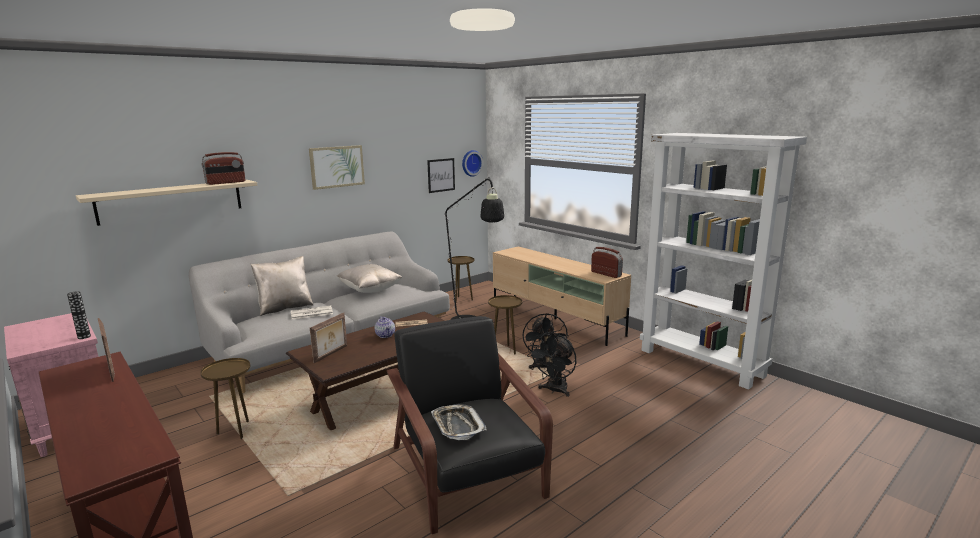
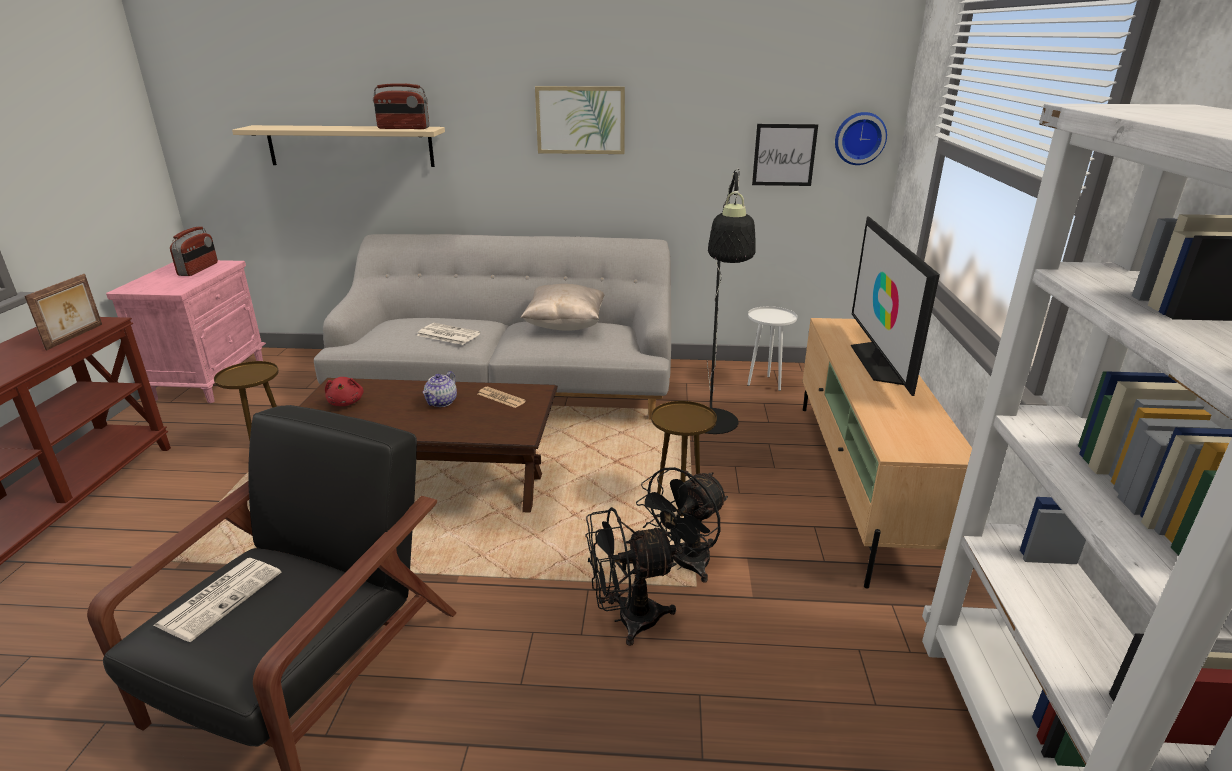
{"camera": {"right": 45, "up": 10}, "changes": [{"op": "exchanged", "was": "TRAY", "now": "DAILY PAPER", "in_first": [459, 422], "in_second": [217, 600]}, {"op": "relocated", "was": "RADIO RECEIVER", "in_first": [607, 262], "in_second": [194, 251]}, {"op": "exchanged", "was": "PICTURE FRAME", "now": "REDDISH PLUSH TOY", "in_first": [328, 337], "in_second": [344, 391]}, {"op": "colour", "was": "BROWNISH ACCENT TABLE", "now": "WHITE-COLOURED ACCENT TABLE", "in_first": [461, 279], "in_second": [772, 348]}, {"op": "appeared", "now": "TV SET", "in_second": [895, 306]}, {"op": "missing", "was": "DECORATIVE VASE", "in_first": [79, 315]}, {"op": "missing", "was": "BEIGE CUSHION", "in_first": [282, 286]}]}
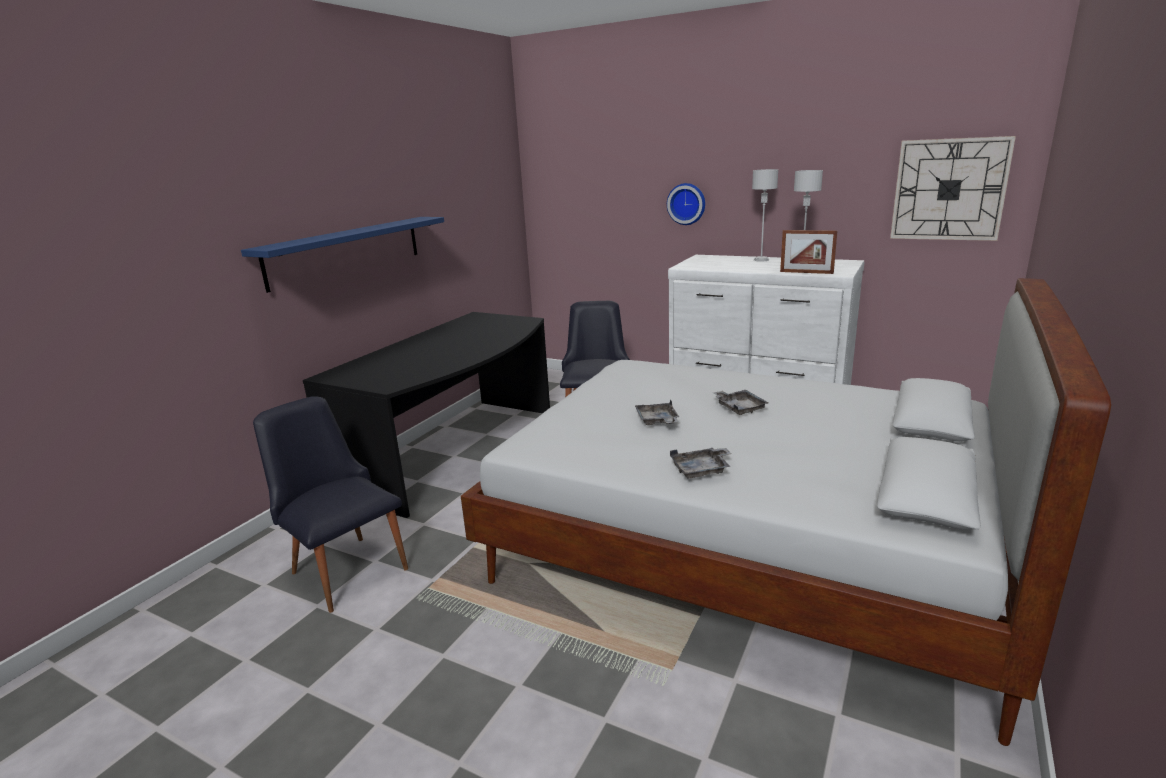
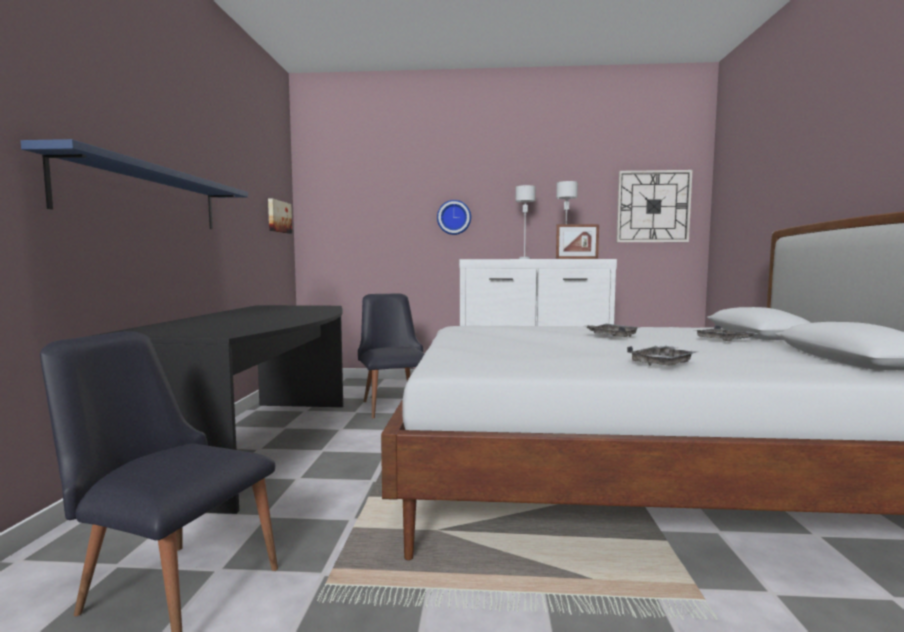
{"camera": {"right": -25, "up": -15}, "changes": [{"op": "appeared", "now": "WALL PICTURE", "in_second": [280, 216]}, {"op": "relocated", "was": "GRAY TRAY", "in_first": [657, 412], "in_second": [726, 333]}]}
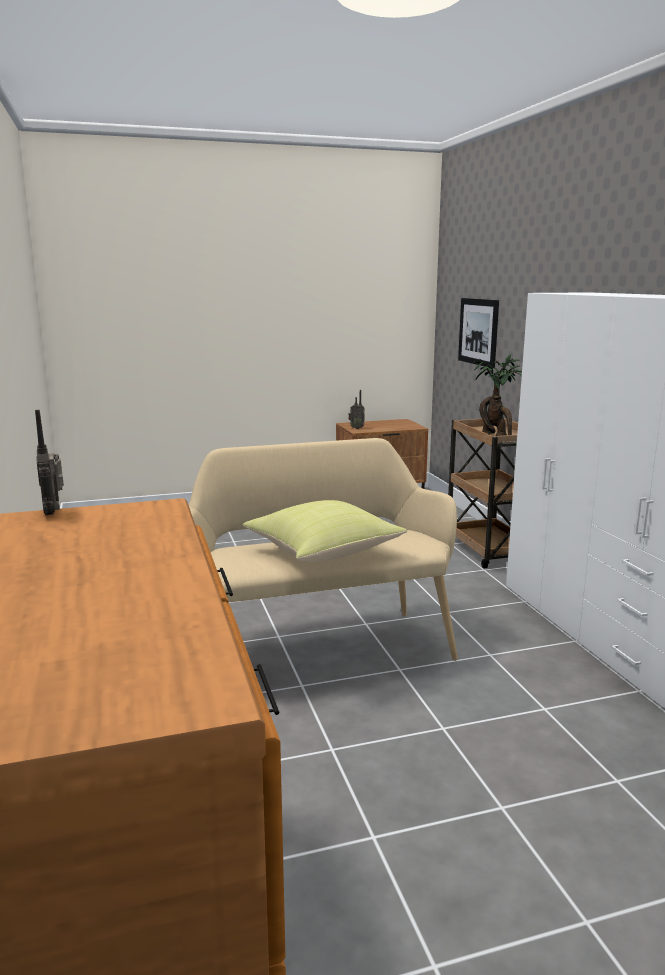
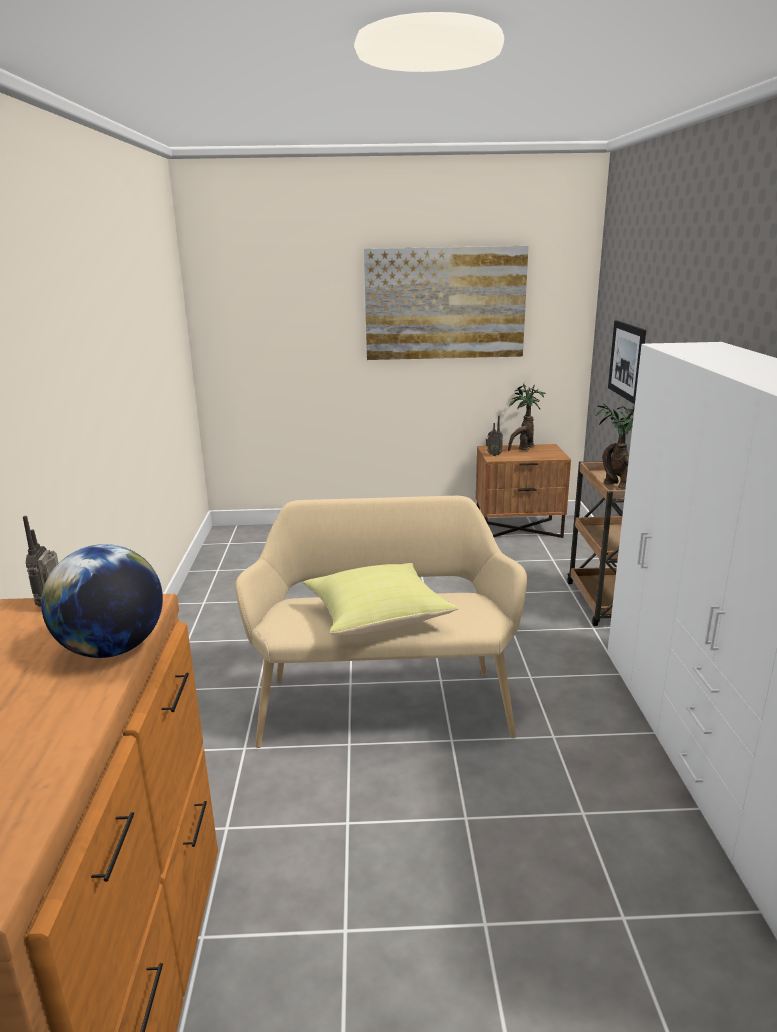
{"camera": {"right": 15, "up": 5}, "changes": [{"op": "appeared", "now": "DESK GLOBE", "in_second": [102, 601]}, {"op": "appeared", "now": "WALL PICTURE", "in_second": [446, 303]}, {"op": "appeared", "now": "HOUSEPLANT", "in_second": [527, 417]}]}
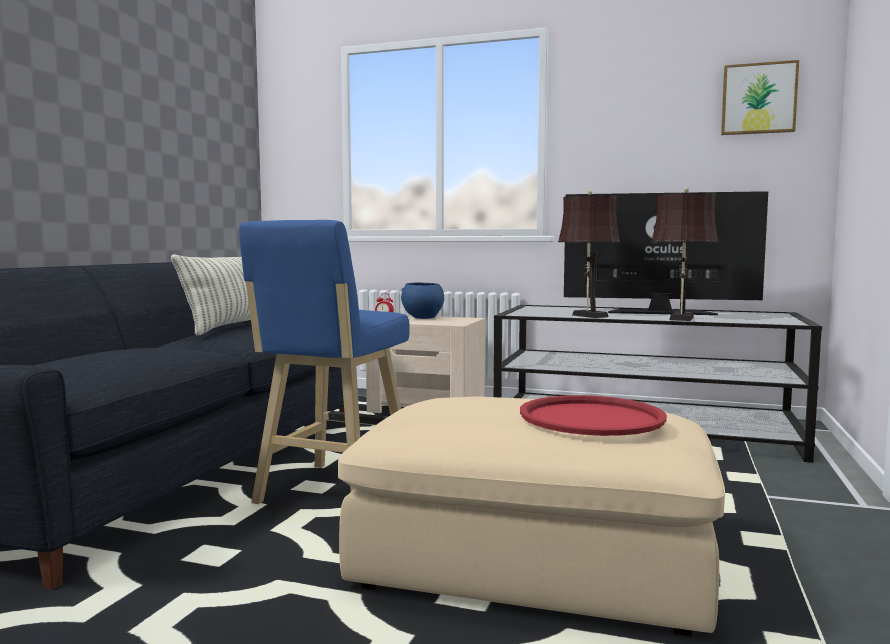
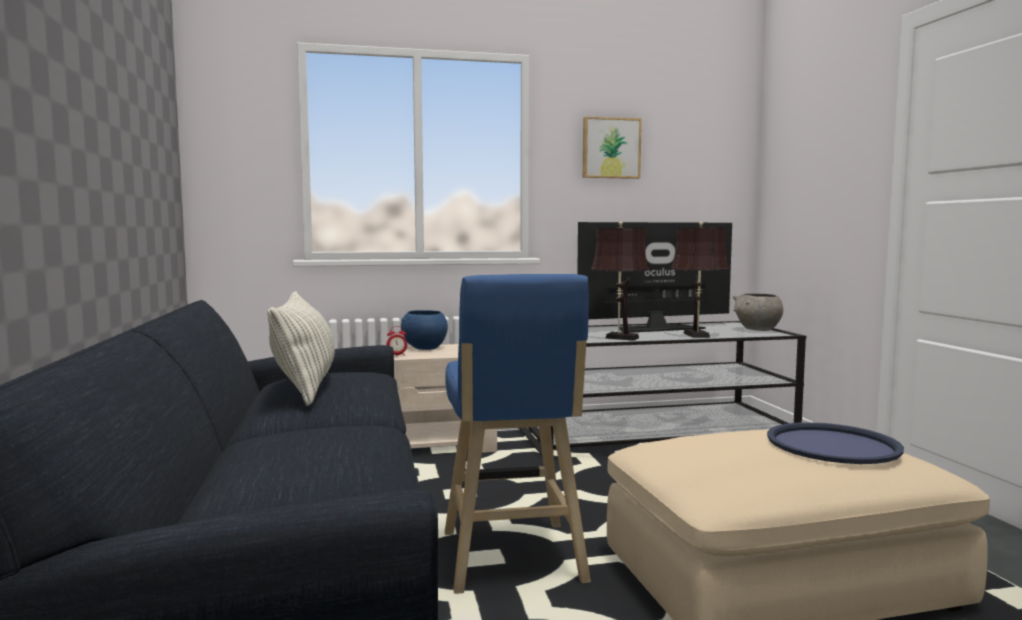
{"camera": {"right": -30, "up": 0}, "changes": [{"op": "relocated", "was": "WALL PICTURE", "in_first": [760, 97], "in_second": [612, 148]}, {"op": "appeared", "now": "GRAY SERVING BOWL", "in_second": [758, 312]}, {"op": "colour", "was": "REDDISH TRAY", "now": "BLUISH TRAY", "in_first": [593, 415], "in_second": [835, 443]}]}
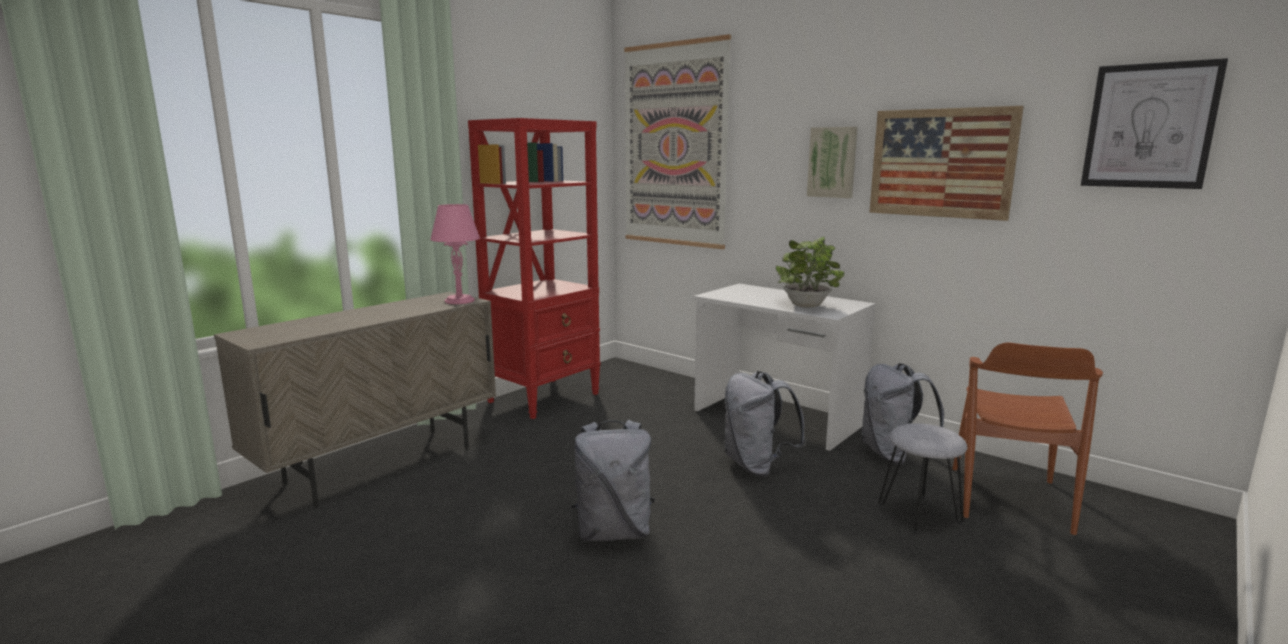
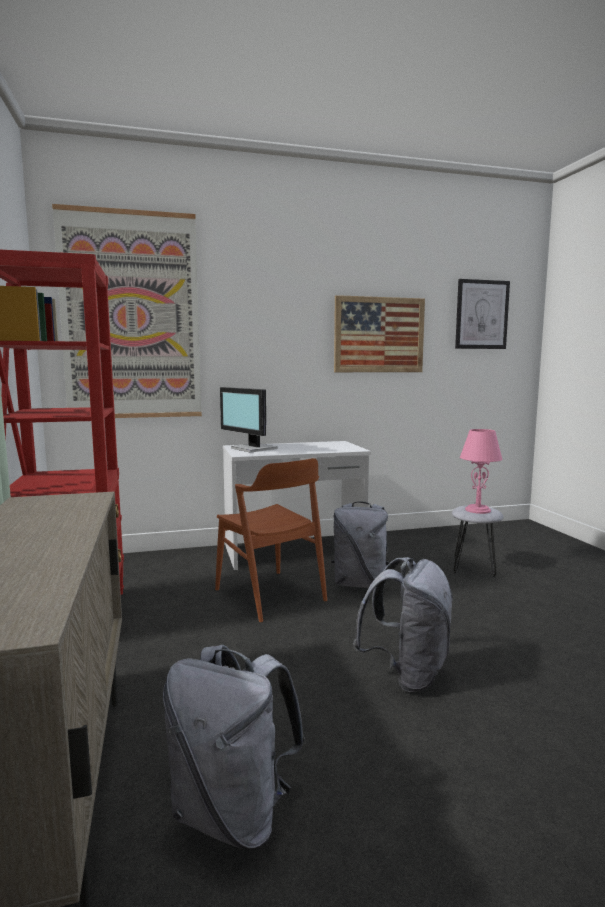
{"camera": {"right": -55, "up": -5}, "changes": [{"op": "relocated", "was": "GRAY RUCKSACK", "in_first": [902, 414], "in_second": [234, 747]}, {"op": "relocated", "was": "BROWNISH CHAIR", "in_first": [1027, 439], "in_second": [271, 540]}, {"op": "appeared", "now": "COMPUTER DISPLAY", "in_second": [249, 420]}, {"op": "relocated", "was": "PINKISH TABLE LAMP", "in_first": [455, 254], "in_second": [481, 471]}, {"op": "missing", "was": "HOUSEPLANT", "in_first": [810, 272]}, {"op": "missing", "was": "WALL PICTURE", "in_first": [832, 162]}]}
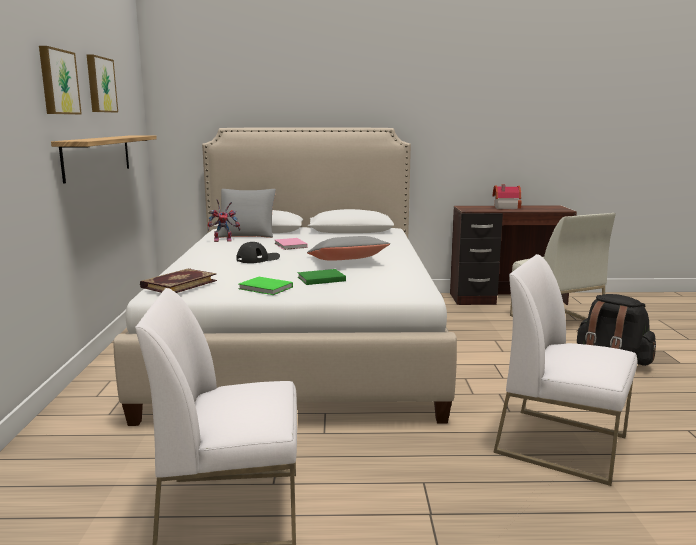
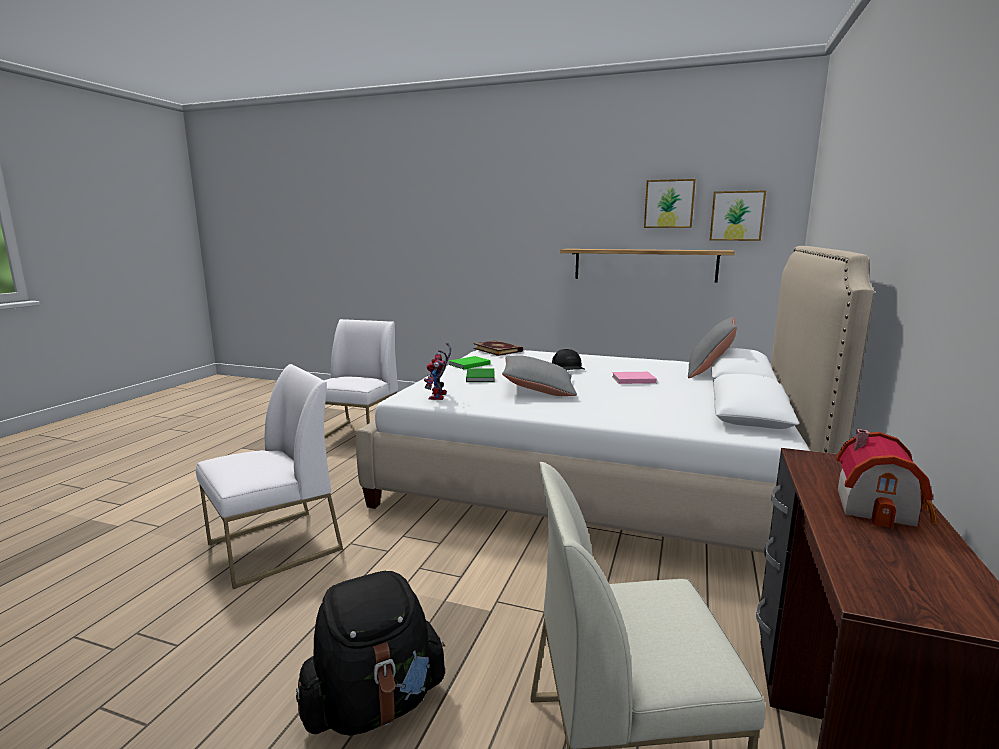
{"camera": {"right": 110, "up": 0}, "changes": [{"op": "relocated", "was": "ROBOT FIGURE", "in_first": [224, 220], "in_second": [437, 371]}, {"op": "relocated", "was": "WALL PICTURE", "in_first": [60, 80], "in_second": [738, 215]}]}
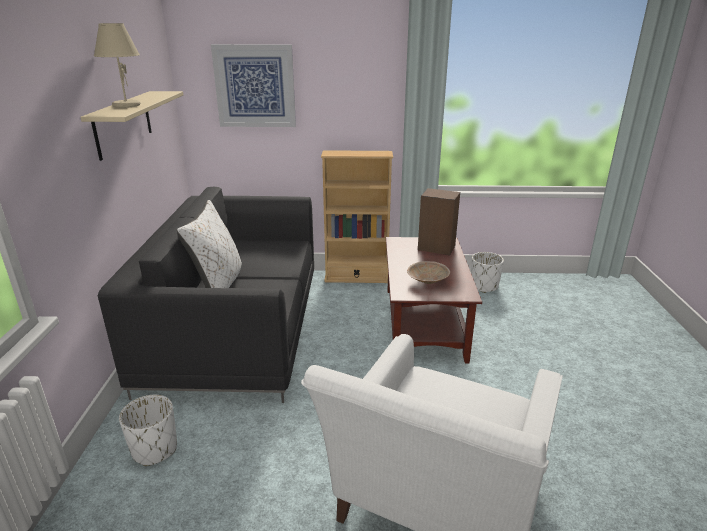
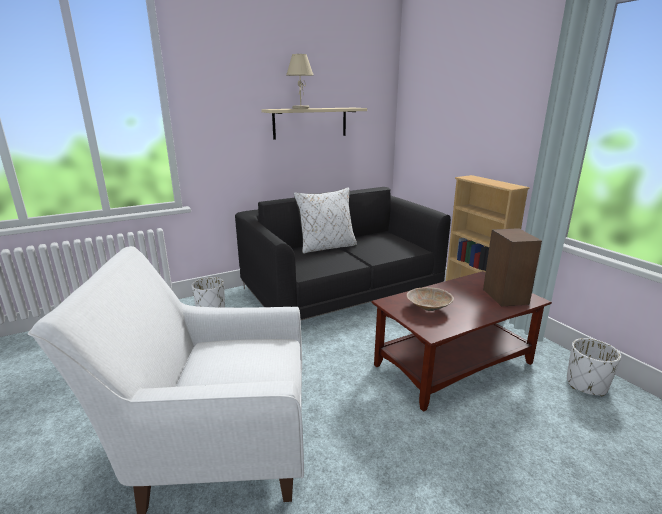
{"camera": {"right": 60, "up": -5}, "changes": [{"op": "missing", "was": "WALL PICTURE", "in_first": [253, 85]}]}
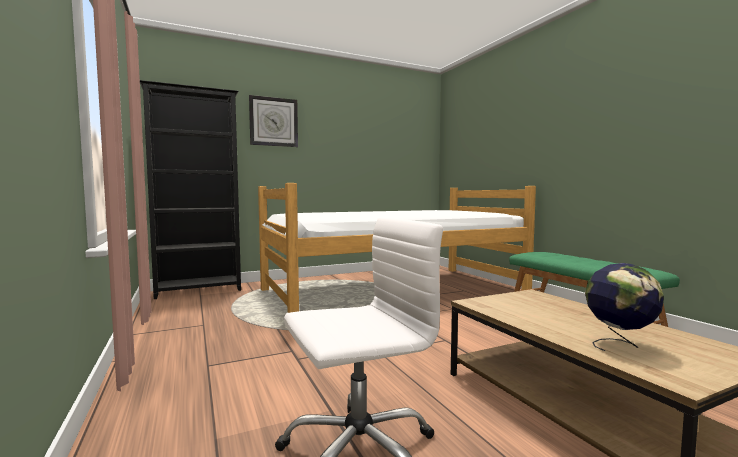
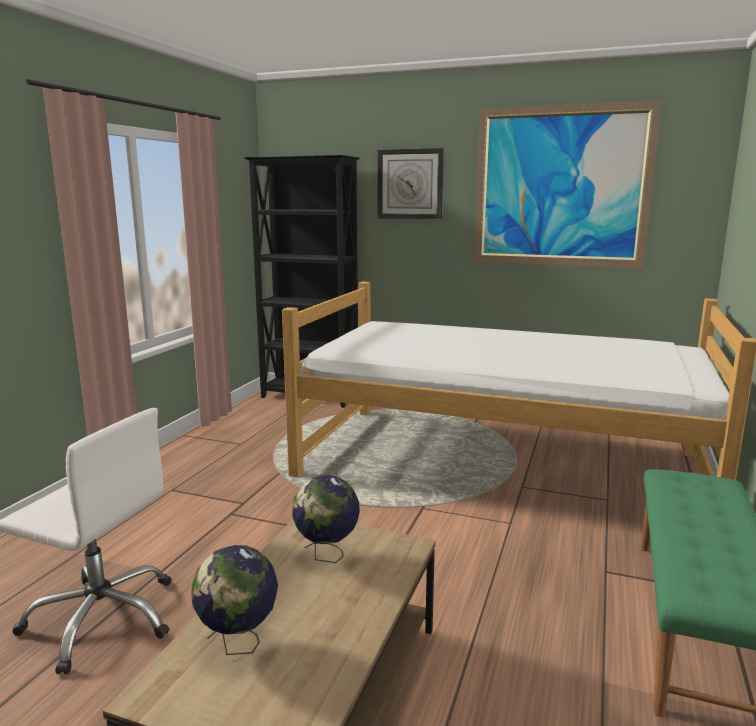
{"camera": {"right": 45, "up": 10}, "changes": [{"op": "appeared", "now": "DESK GLOBE", "in_second": [326, 519]}, {"op": "appeared", "now": "WALL PICTURE", "in_second": [568, 184]}]}
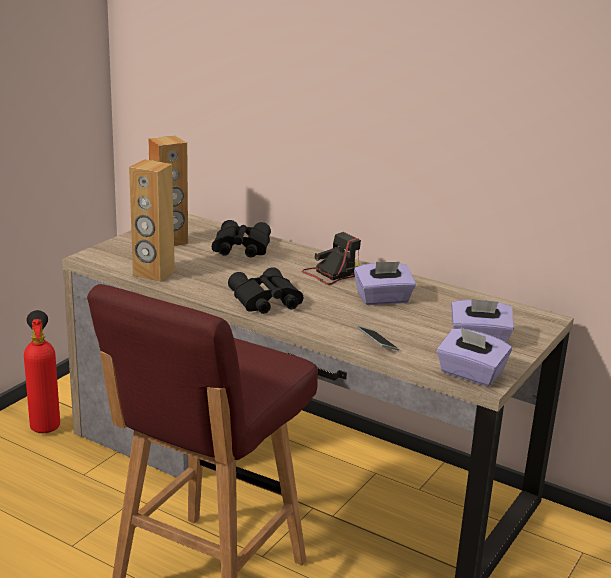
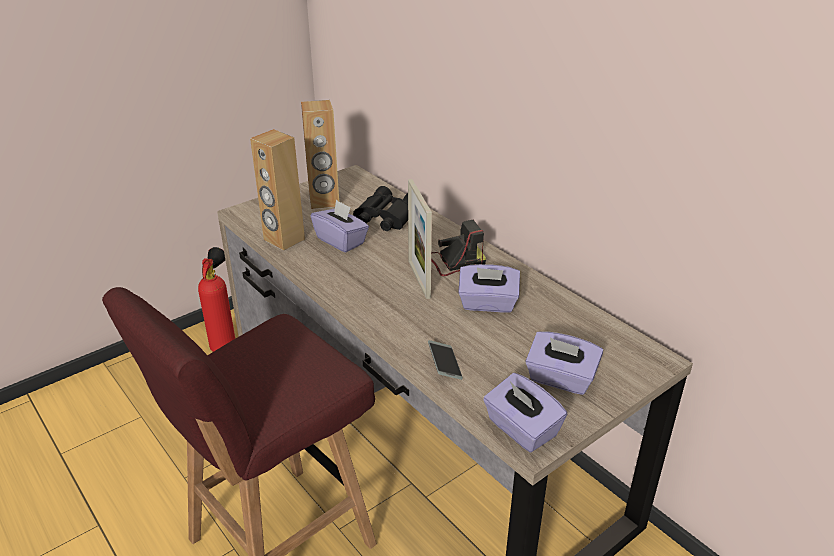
{"camera": {"right": 20, "up": 10}, "changes": [{"op": "appeared", "now": "PURPLE TISSUE BOX", "in_second": [340, 225]}, {"op": "appeared", "now": "PICTURE FRAME", "in_second": [420, 239]}, {"op": "missing", "was": "BLACKISH PAIR OF BINOCULARS", "in_first": [265, 290]}]}
